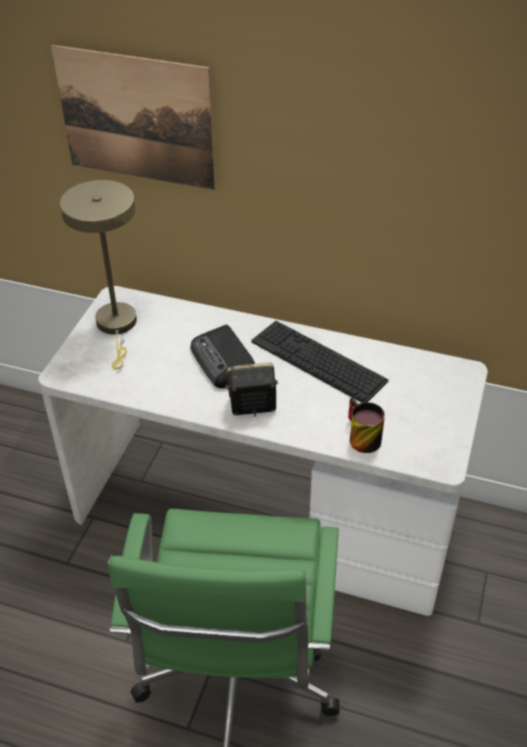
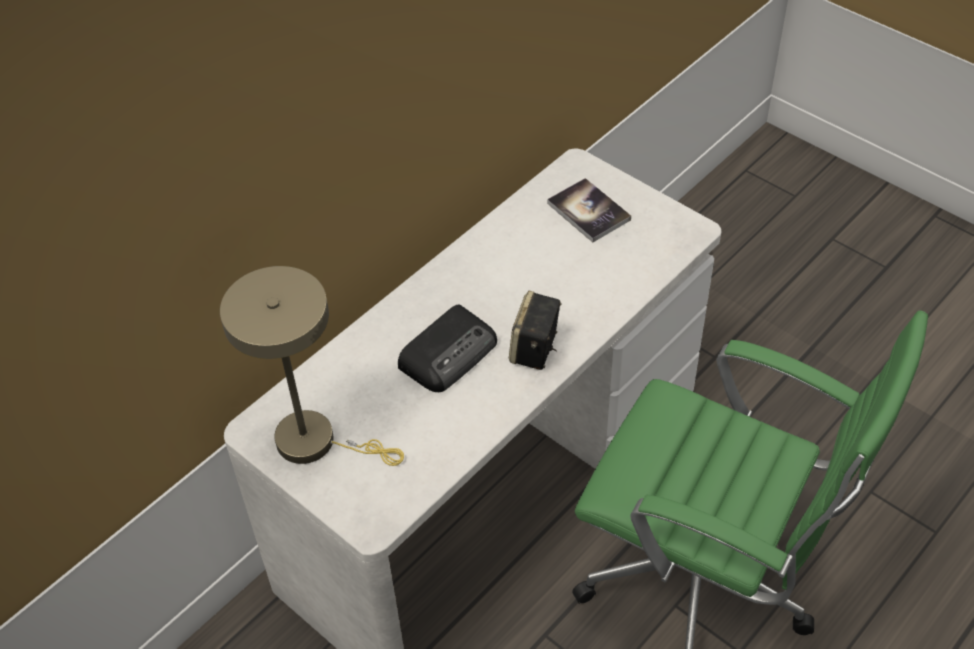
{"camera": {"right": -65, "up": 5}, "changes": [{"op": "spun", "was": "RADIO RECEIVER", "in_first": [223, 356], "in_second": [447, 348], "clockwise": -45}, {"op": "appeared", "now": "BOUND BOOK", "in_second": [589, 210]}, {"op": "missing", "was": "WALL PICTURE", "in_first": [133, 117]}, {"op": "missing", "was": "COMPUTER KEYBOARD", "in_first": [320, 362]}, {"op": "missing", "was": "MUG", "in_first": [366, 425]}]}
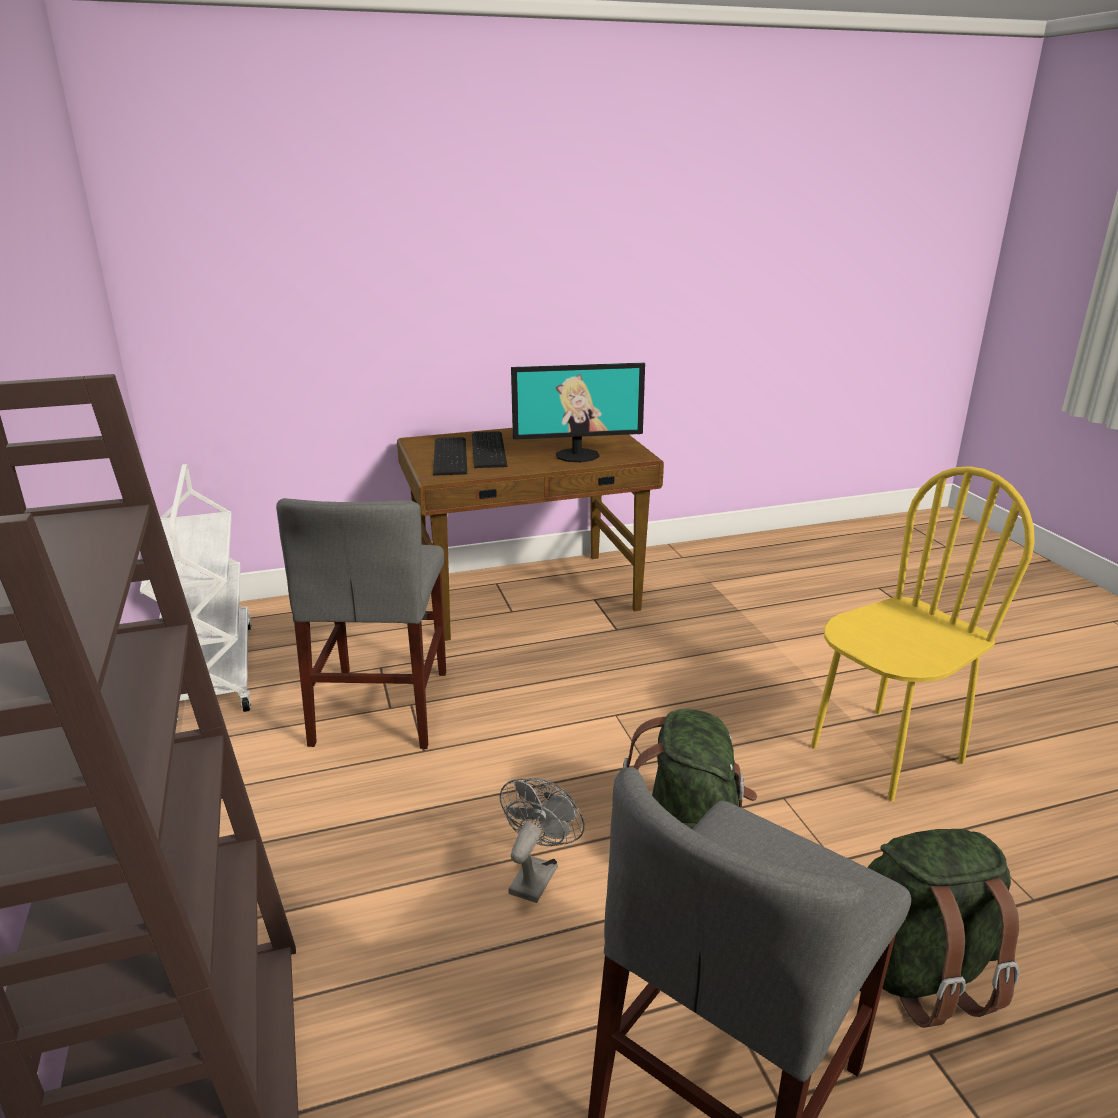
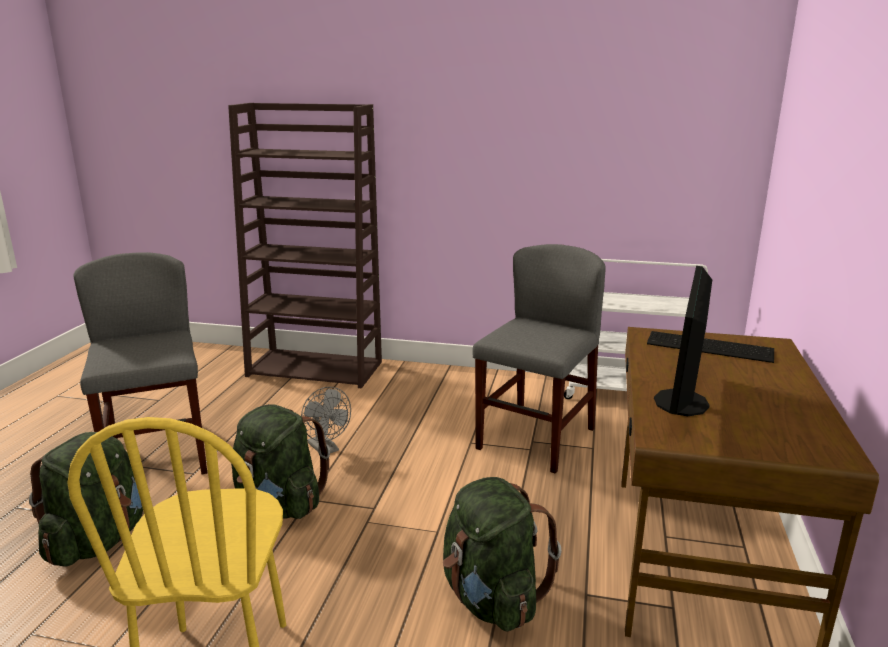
{"camera": {"right": 120, "up": -5}, "changes": [{"op": "appeared", "now": "GREENISH RUCKSACK", "in_second": [502, 554]}, {"op": "spun", "was": "GRAY CHAIR", "in_first": [361, 623], "in_second": [539, 359], "clockwise": 90}, {"op": "missing", "was": "COMPUTER KEYBOARD", "in_first": [489, 449]}]}
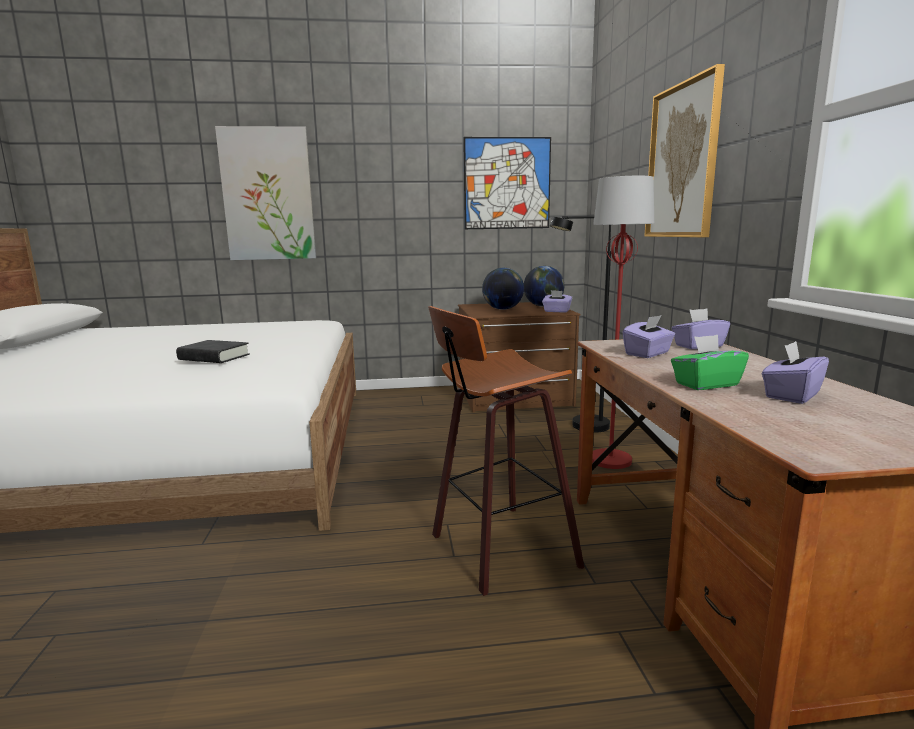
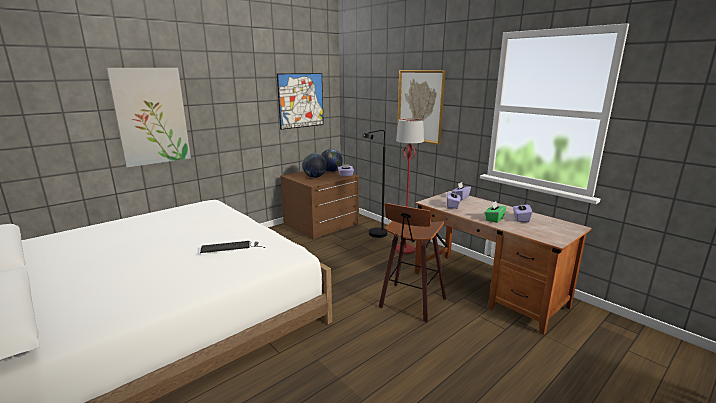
{"camera": {"right": -35, "up": 5}, "changes": [{"op": "exchanged", "was": "BLACKISH BOUND BOOK", "now": "COMPUTER KEYBOARD", "in_first": [213, 351], "in_second": [232, 247]}]}
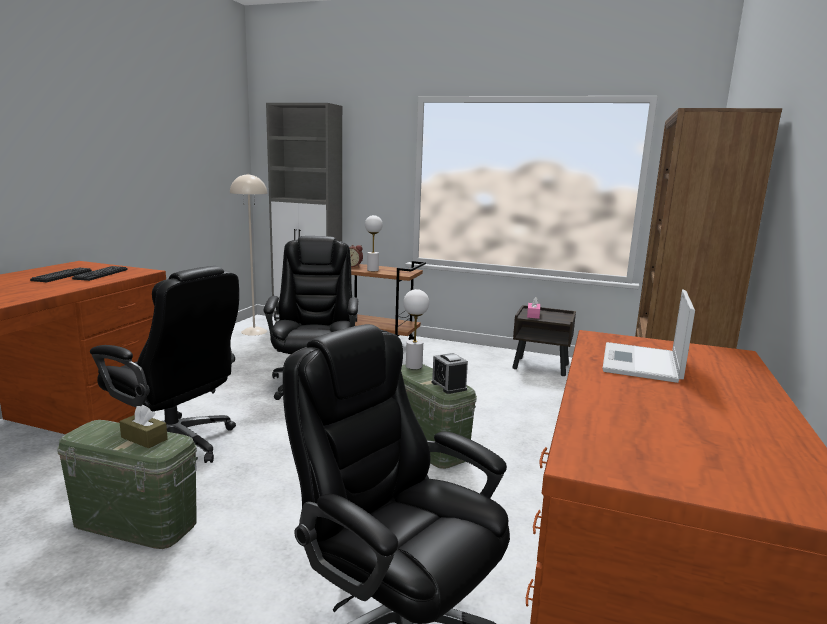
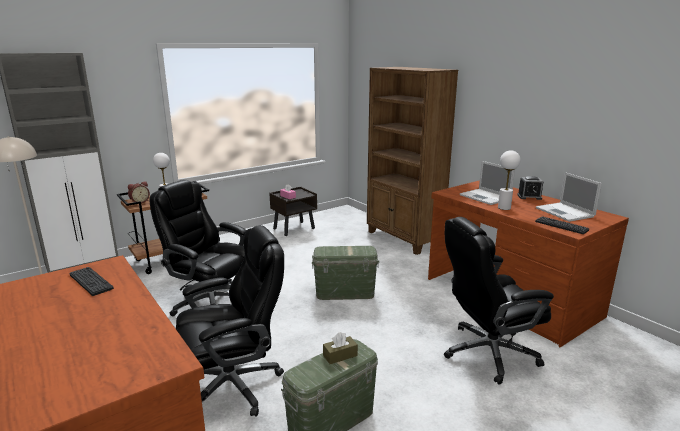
{"camera": {"right": -55, "up": 5}, "changes": [{"op": "relocated", "was": "WHITE-COLOURED TABLE LAMP", "in_first": [416, 329], "in_second": [509, 180]}, {"op": "relocated", "was": "TABLE CLOCK", "in_first": [450, 373], "in_second": [530, 188]}, {"op": "relocated", "was": "COMPUTER KEYBOARD", "in_first": [61, 275], "in_second": [562, 225]}, {"op": "appeared", "now": "NOTEBOOK COMPUTER", "in_second": [569, 197]}]}
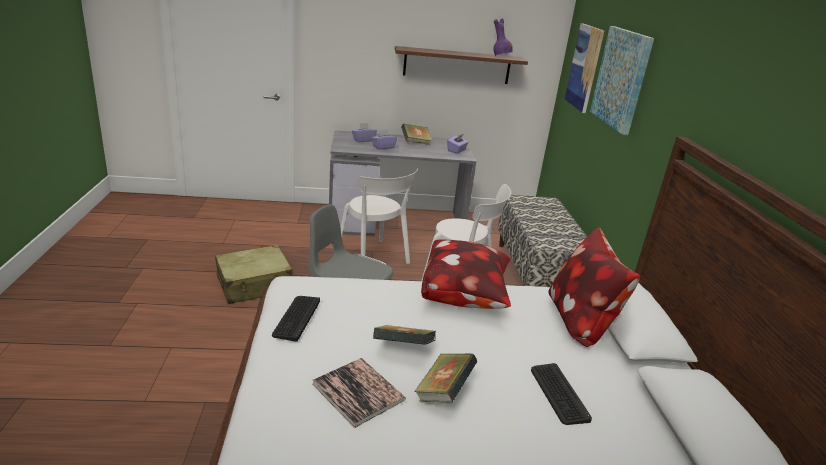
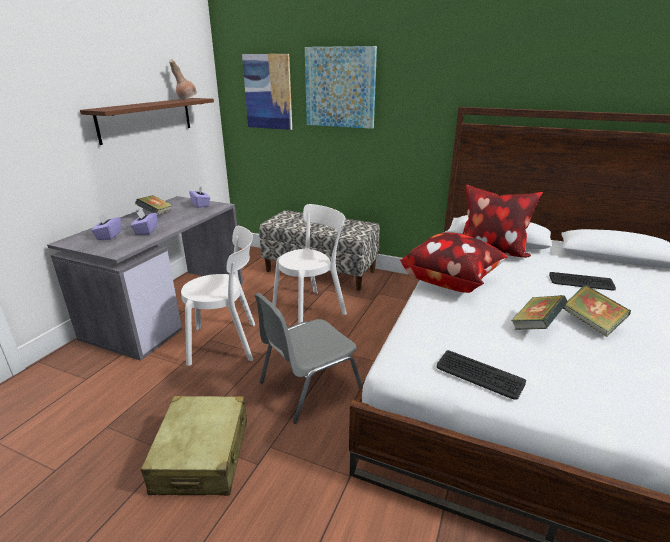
{"camera": {"right": -60, "up": 0}, "changes": [{"op": "colour", "was": "PURPLE DECORATIVE VASE", "now": "BROWNISH DECORATIVE VASE", "in_first": [503, 37], "in_second": [183, 79]}, {"op": "missing", "was": "BOUND BOOK", "in_first": [359, 393]}]}
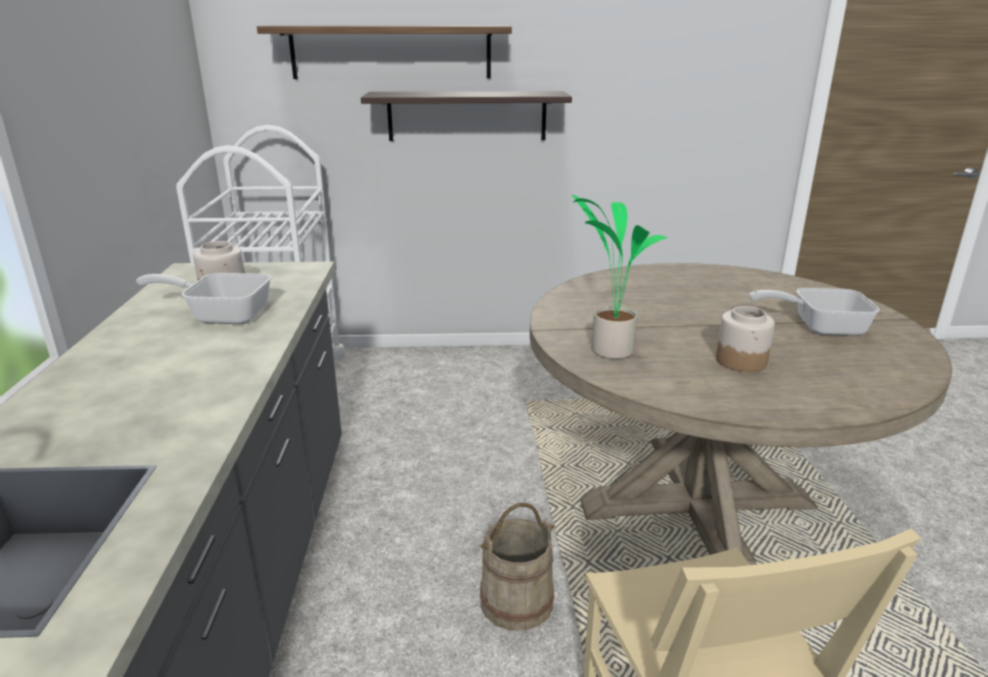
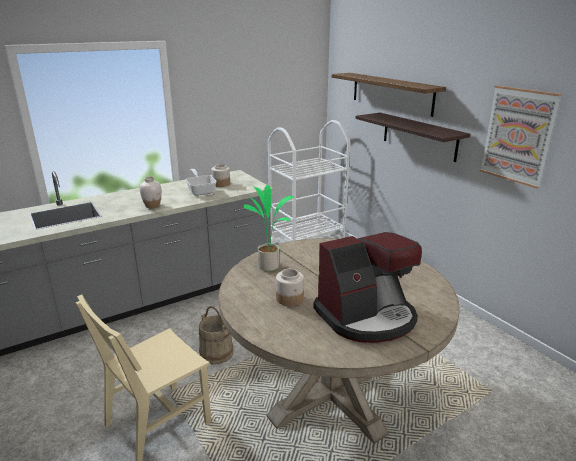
{"camera": {"right": 60, "up": 0}, "changes": [{"op": "appeared", "now": "WHITE-COLOURED DECORATIVE VASE", "in_second": [151, 192]}, {"op": "exchanged", "was": "PAN", "now": "COFFEE BREWER", "in_first": [814, 312], "in_second": [367, 287]}, {"op": "appeared", "now": "WALL PICTURE", "in_second": [521, 137]}]}
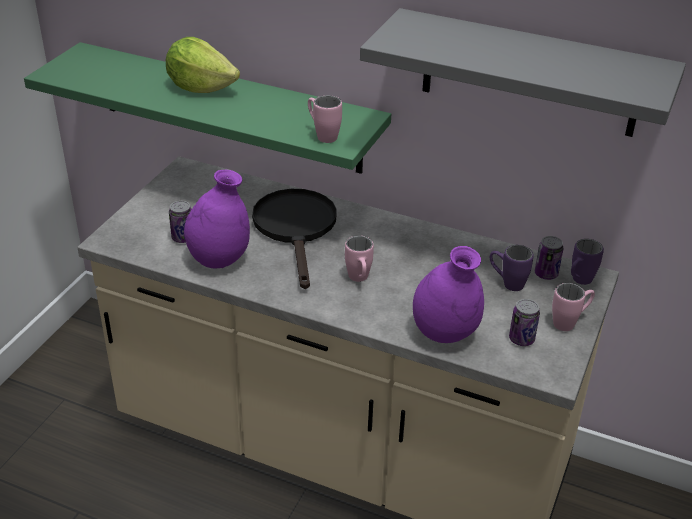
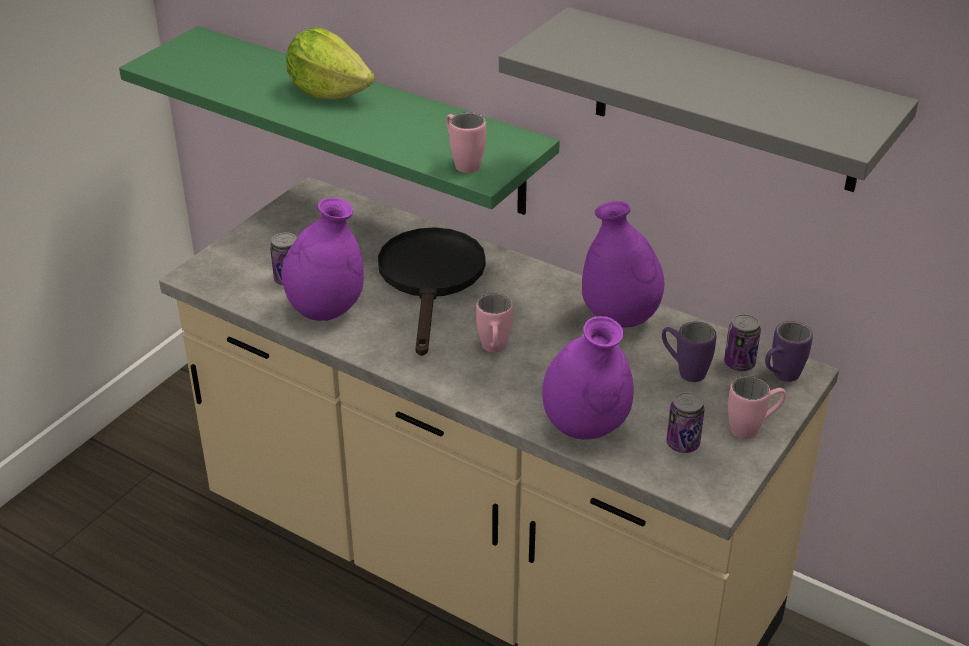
{"camera": {"right": 10, "up": 0}, "changes": [{"op": "appeared", "now": "PURPLE DECORATIVE VASE", "in_second": [623, 264]}]}
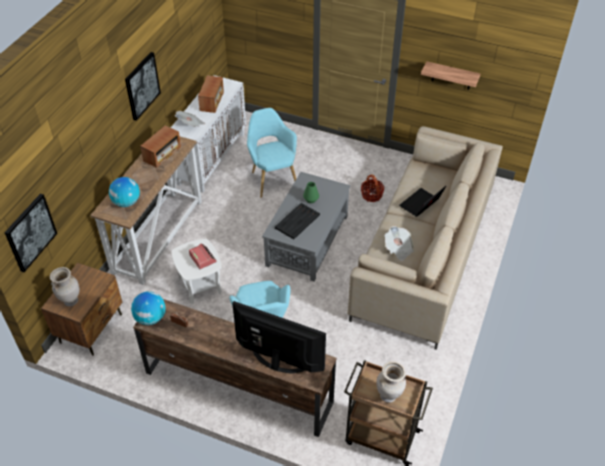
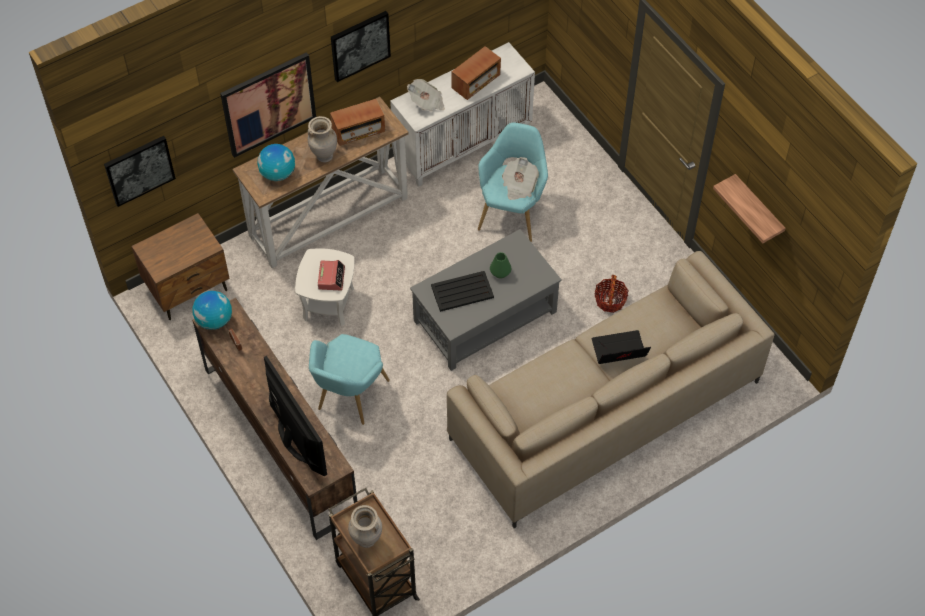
{"camera": {"right": 35, "up": 10}, "changes": [{"op": "appeared", "now": "WALL PICTURE", "in_second": [268, 105]}, {"op": "relocated", "was": "BEIGE DECORATIVE VASE", "in_first": [65, 287], "in_second": [322, 139]}, {"op": "relocated", "was": "DAILY PAPER", "in_first": [399, 243], "in_second": [520, 178]}]}
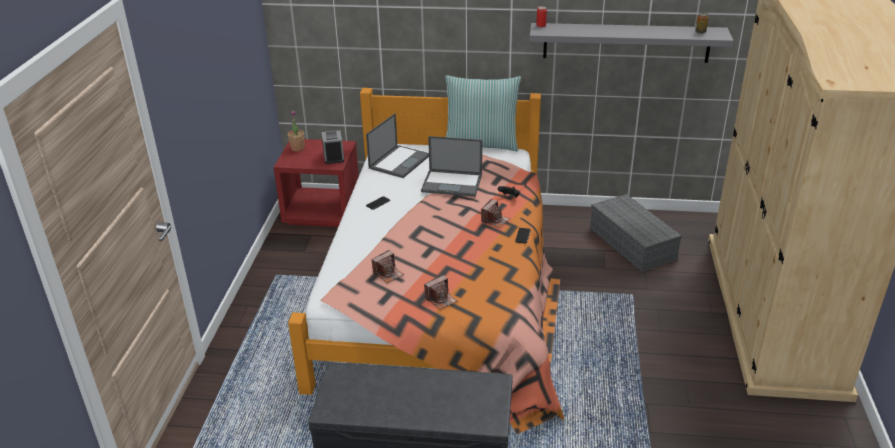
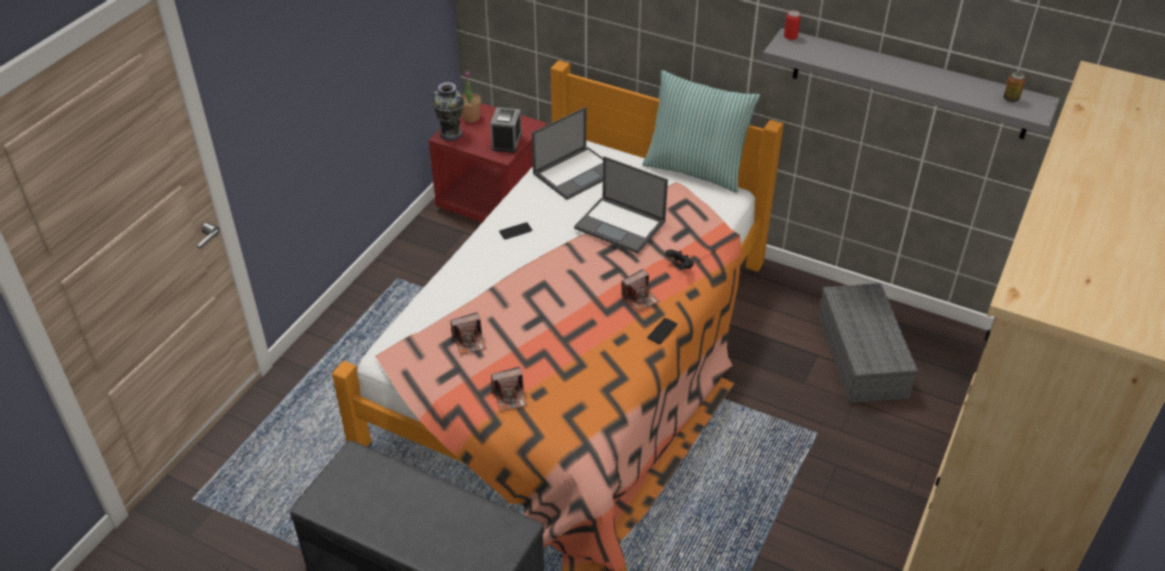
{"camera": {"right": 20, "up": 10}, "changes": [{"op": "appeared", "now": "DECORATIVE VASE", "in_second": [448, 111]}]}
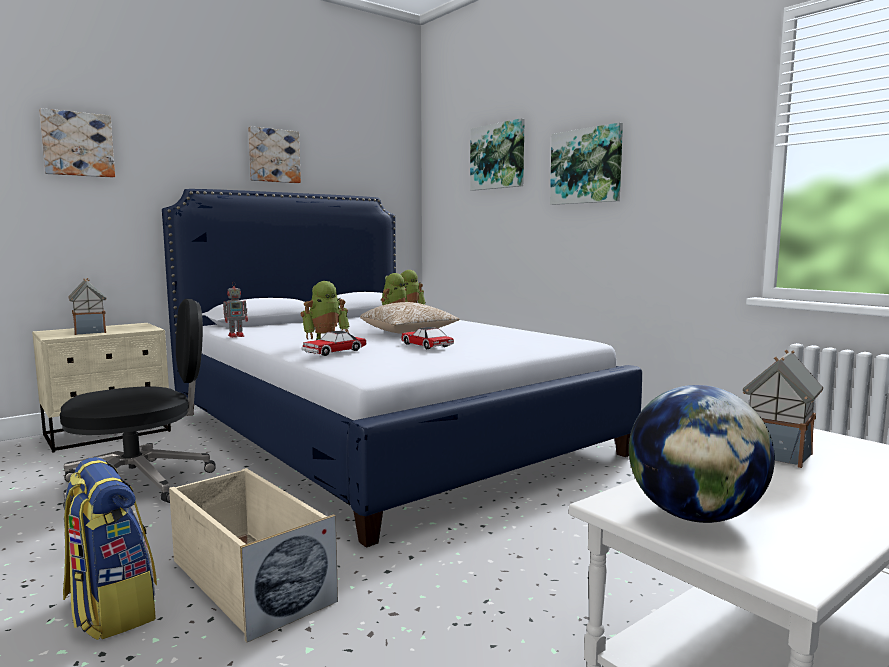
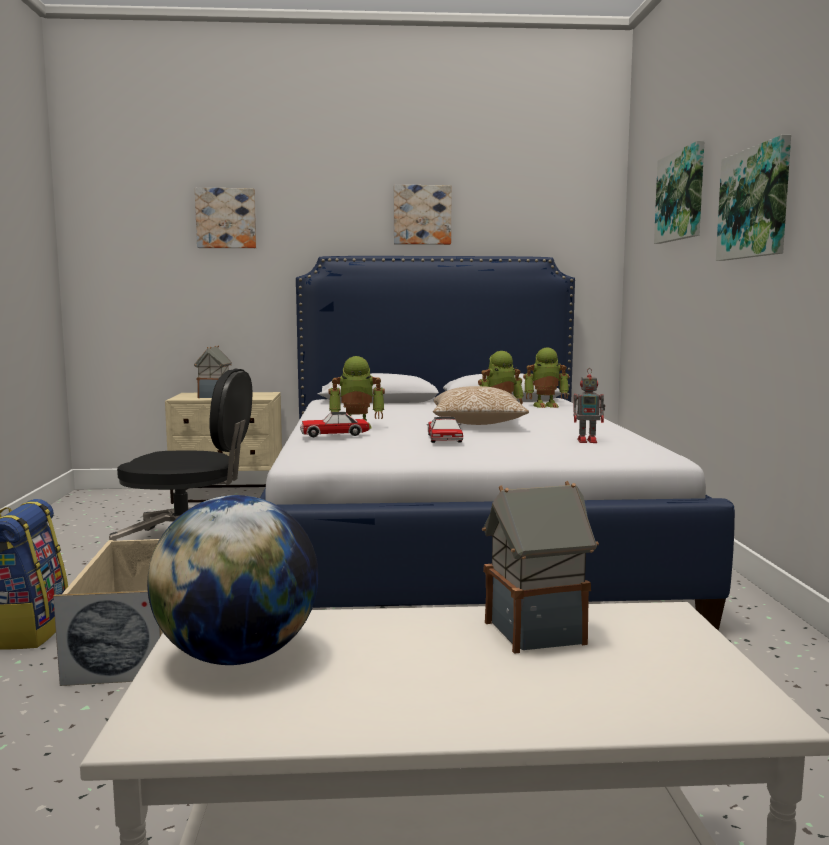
{"camera": {"right": 35, "up": 0}, "changes": [{"op": "relocated", "was": "ROBOT FIGURE", "in_first": [235, 310], "in_second": [589, 405]}]}
